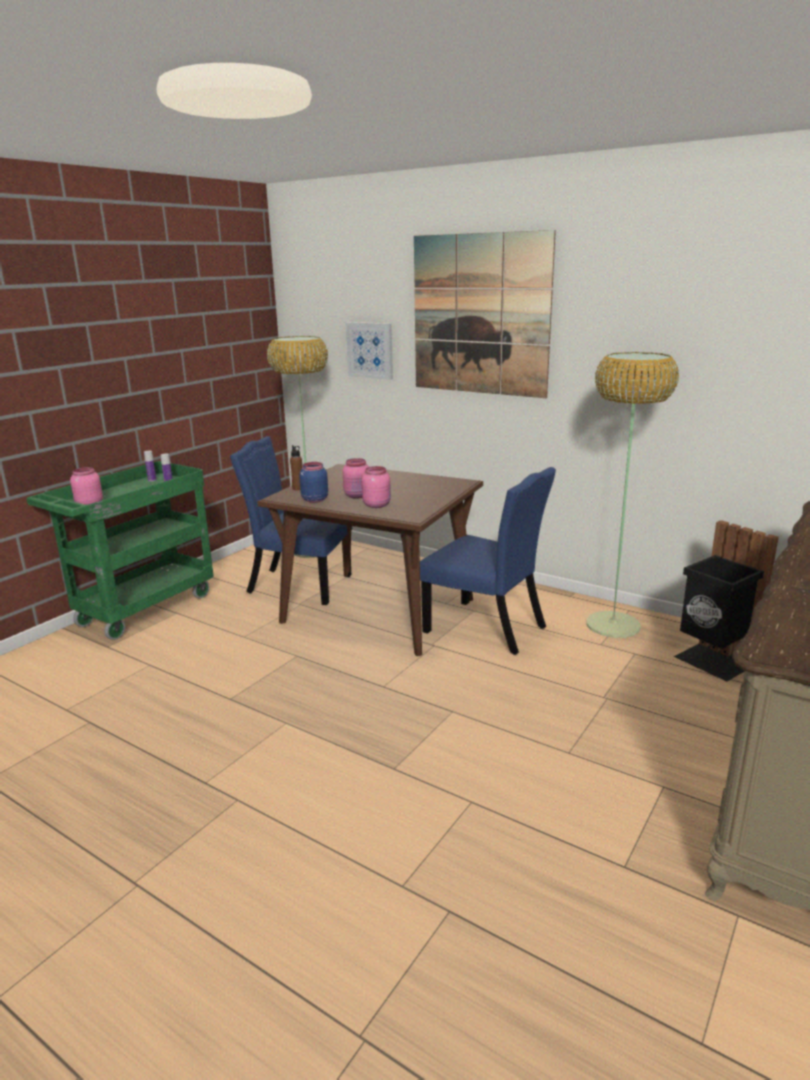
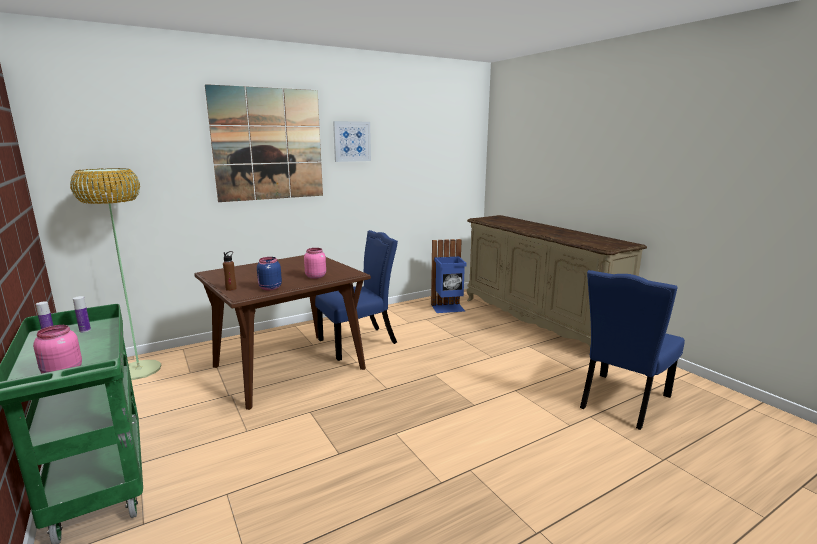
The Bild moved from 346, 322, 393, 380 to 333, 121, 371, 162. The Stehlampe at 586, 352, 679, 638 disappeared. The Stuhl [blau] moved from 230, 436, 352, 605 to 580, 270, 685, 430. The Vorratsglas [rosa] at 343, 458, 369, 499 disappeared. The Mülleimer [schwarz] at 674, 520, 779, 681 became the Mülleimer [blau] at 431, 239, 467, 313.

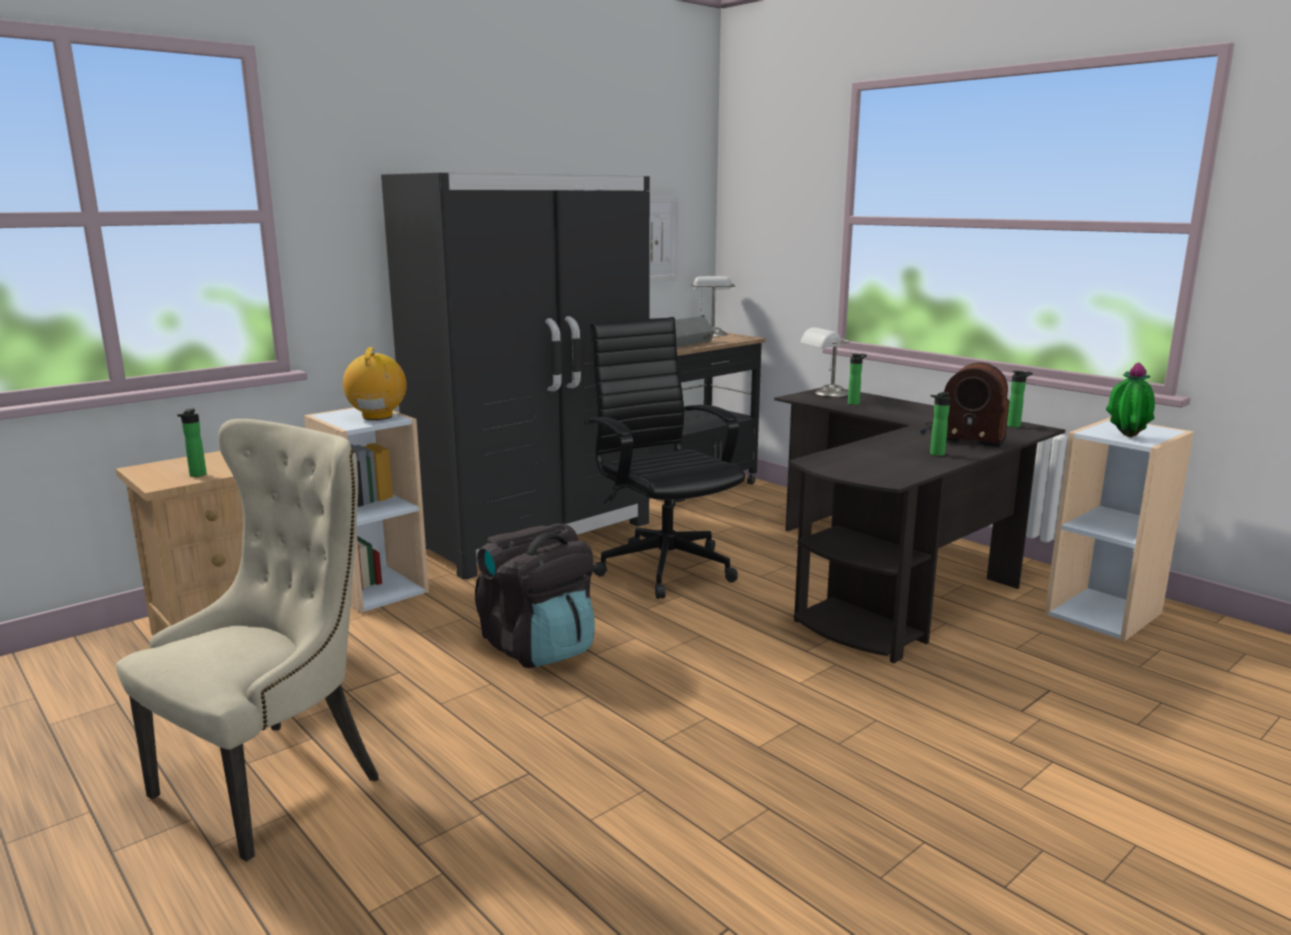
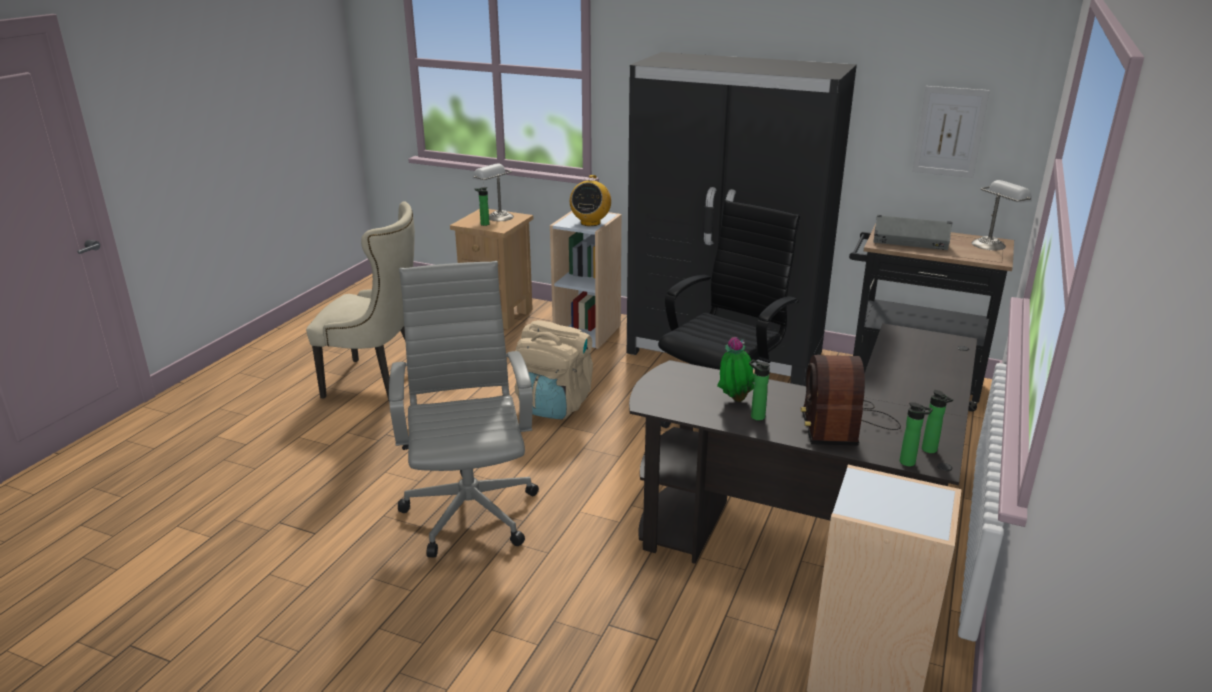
The Tischlampe [weiß] moved from 801, 327, 850, 397 to 472, 163, 514, 221. The Radio at 343, 347, 407, 420 turned 135 degrees clockwise. The Flasche moved from 848, 354, 867, 405 to 900, 402, 933, 466. The Topfpflanze moved from 1106, 363, 1155, 437 to 717, 337, 754, 402. The Rucksack [schwarz] at 475, 523, 595, 668 became the Rucksack [beige] at 515, 320, 593, 419. The Bürostuhl [grau] at 389, 261, 539, 558 appeared.

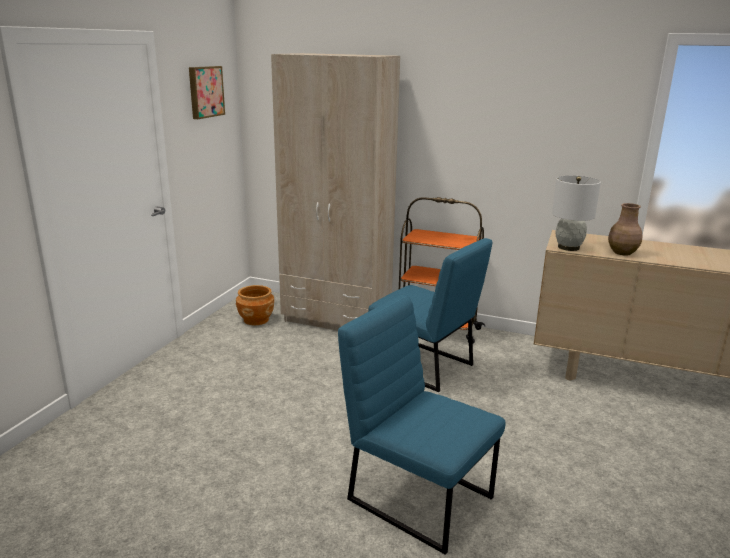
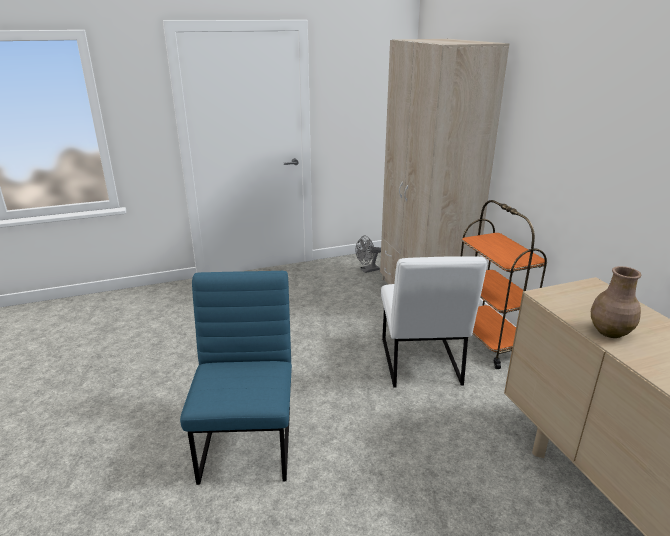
The Bild at 189, 66, 225, 119 disappeared. The Tischlampe [weiß] at 552, 176, 601, 251 disappeared. The Stuhl [blau] at 368, 238, 492, 392 became the Stuhl [weiß] at 381, 256, 487, 388. The Pflanzkübel [braun] at 236, 285, 274, 325 was replaced by the Ventilator [grau] at 355, 235, 381, 273.

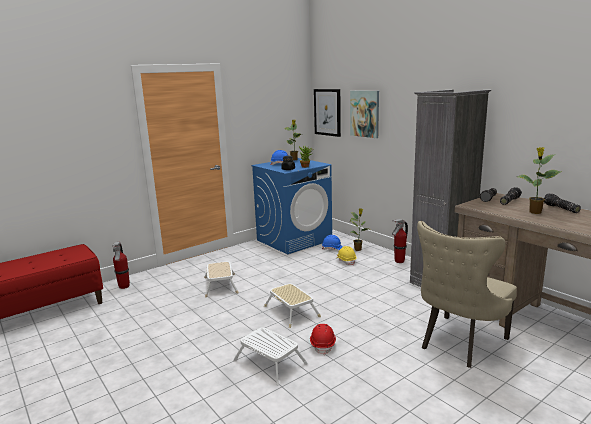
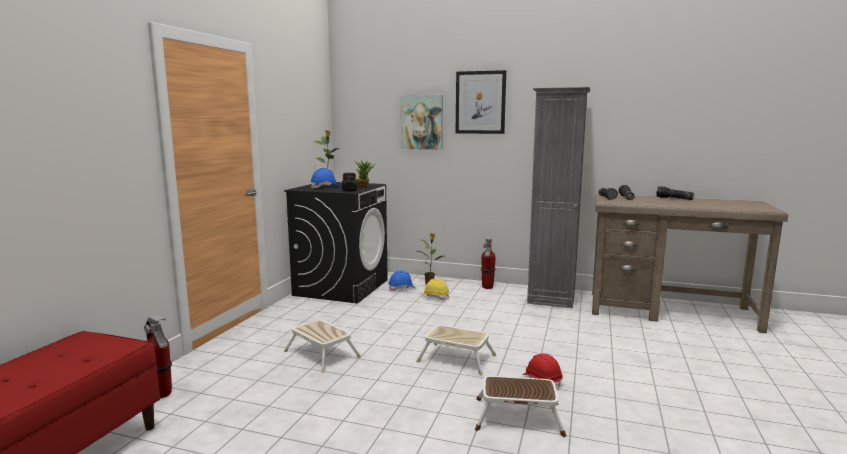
The Bild moved from 314, 89, 341, 137 to 456, 70, 506, 134. The Topfpflanze at 517, 147, 561, 214 disappeared. The Waschmaschine [blau] at 251, 158, 332, 254 became the Waschmaschine [schwarz] at 284, 182, 388, 303. The Stuhl [beige] at 417, 221, 517, 368 disappeared. The Trittleiter [weiß] at 233, 327, 308, 386 became the Trittleiter [braun] at 475, 376, 566, 437.

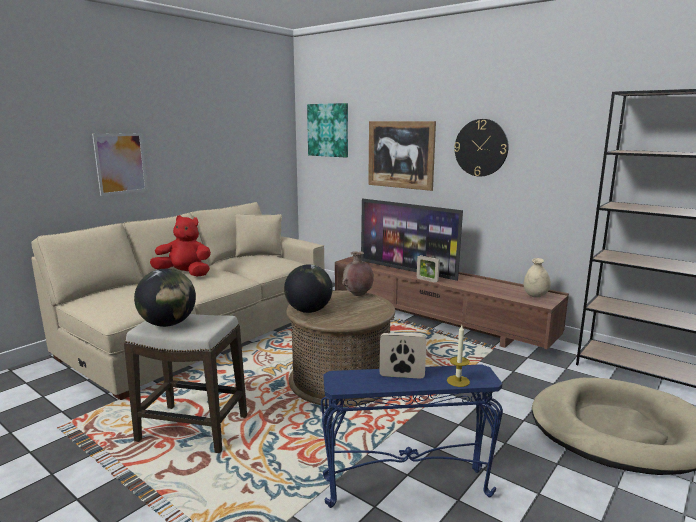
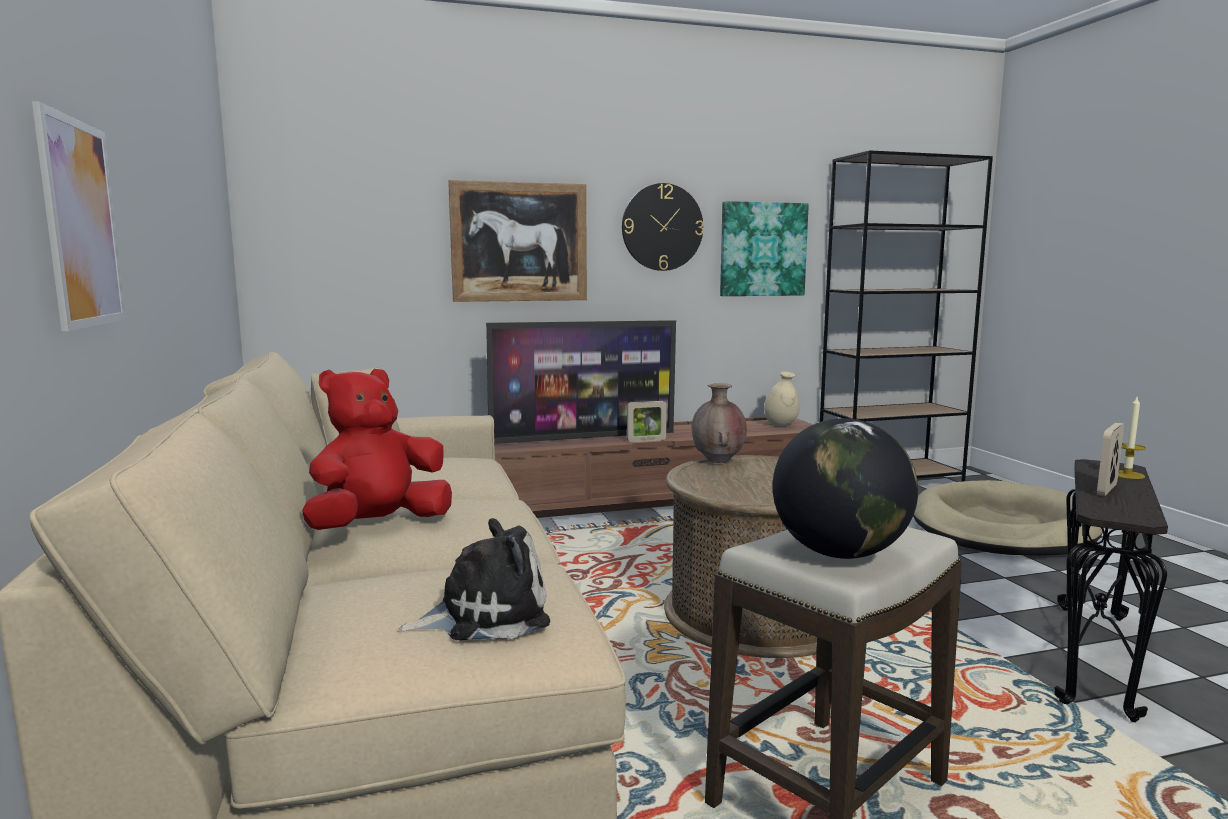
The Bild moved from 307, 103, 348, 158 to 720, 201, 809, 296. The Globus at 284, 264, 333, 313 disappeared. The Beistelltisch [blau] at 321, 364, 503, 508 became the Beistelltisch [schwarz] at 1055, 459, 1168, 722. The Plüschtier at 396, 518, 550, 640 appeared.

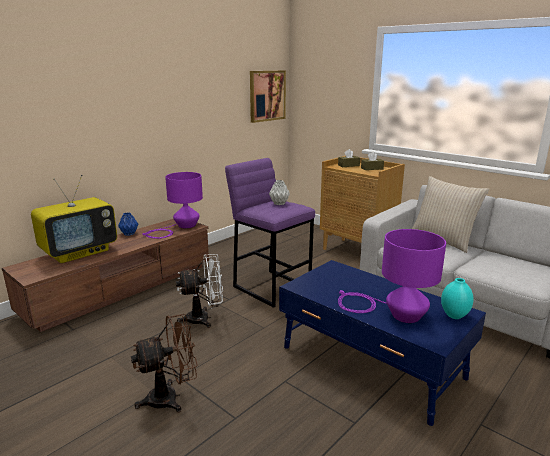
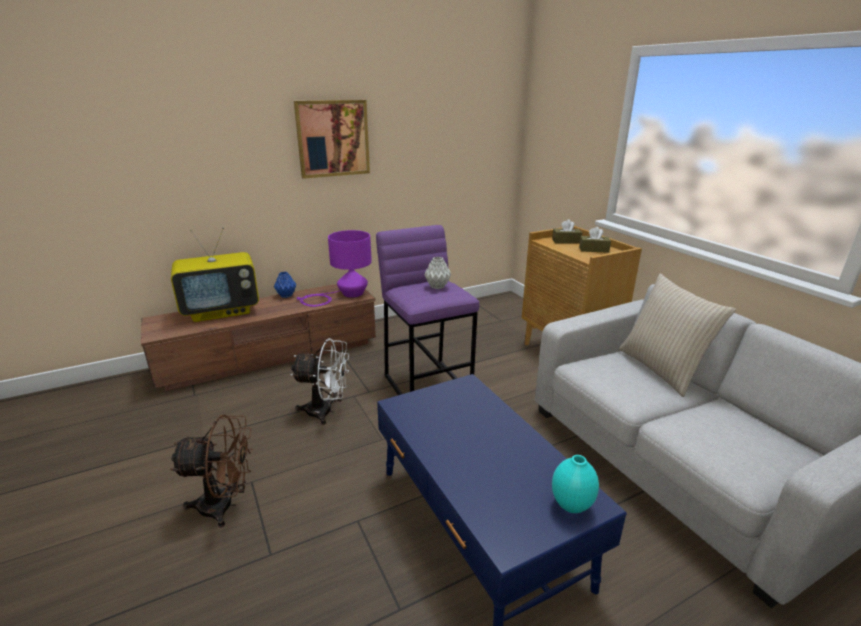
The Bild moved from 250, 70, 286, 123 to 294, 100, 370, 179. The Tischlampe [lila] at 338, 229, 446, 323 disappeared.

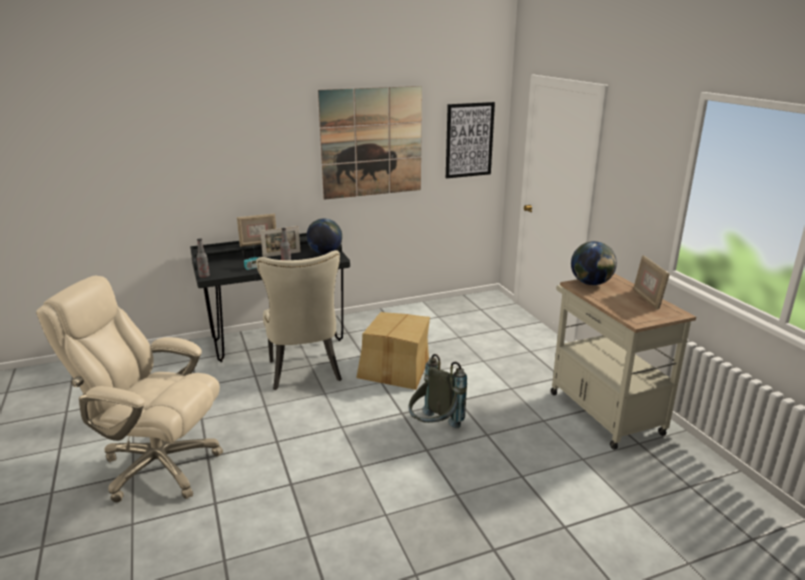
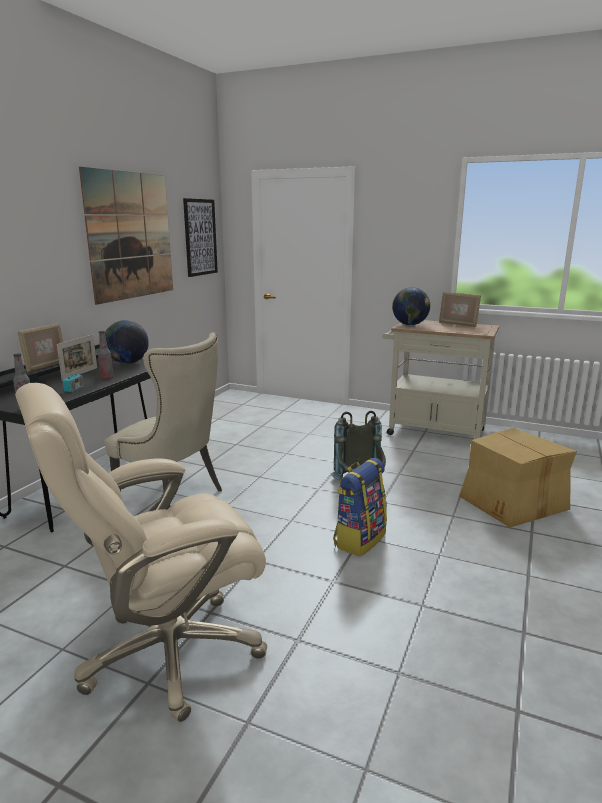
The Karton moved from 356, 312, 430, 390 to 459, 428, 577, 528. The Rucksack at 333, 458, 387, 556 appeared.

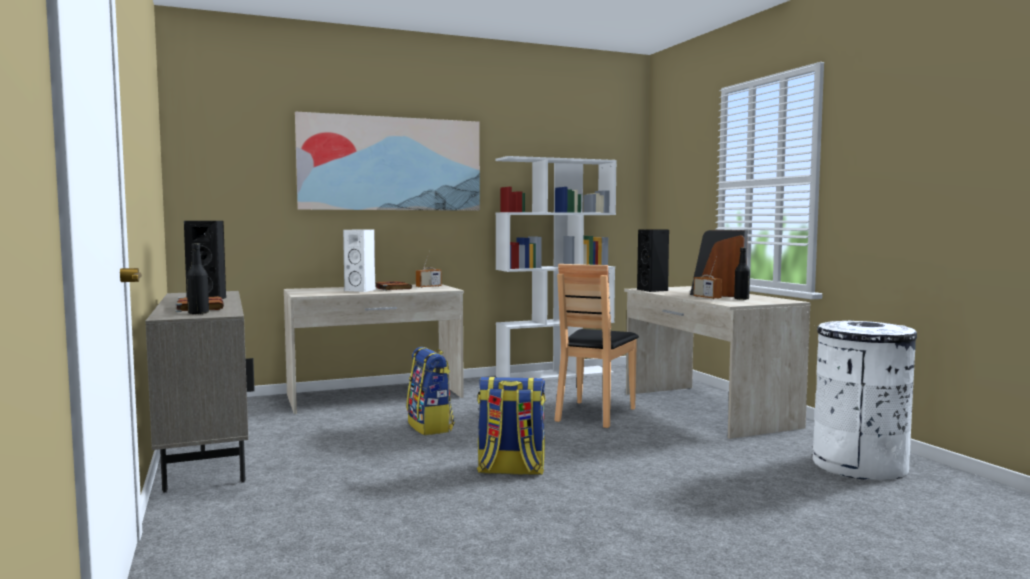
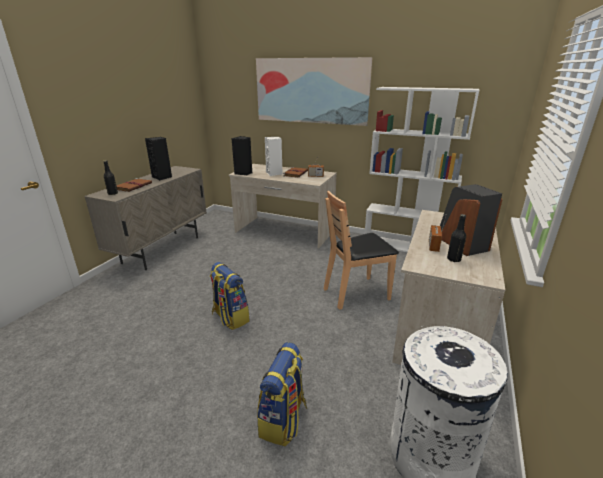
The Lautsprecher [schwarz] moved from 637, 229, 669, 292 to 231, 136, 252, 175. The Rucksack moved from 407, 347, 455, 435 to 257, 342, 307, 447.

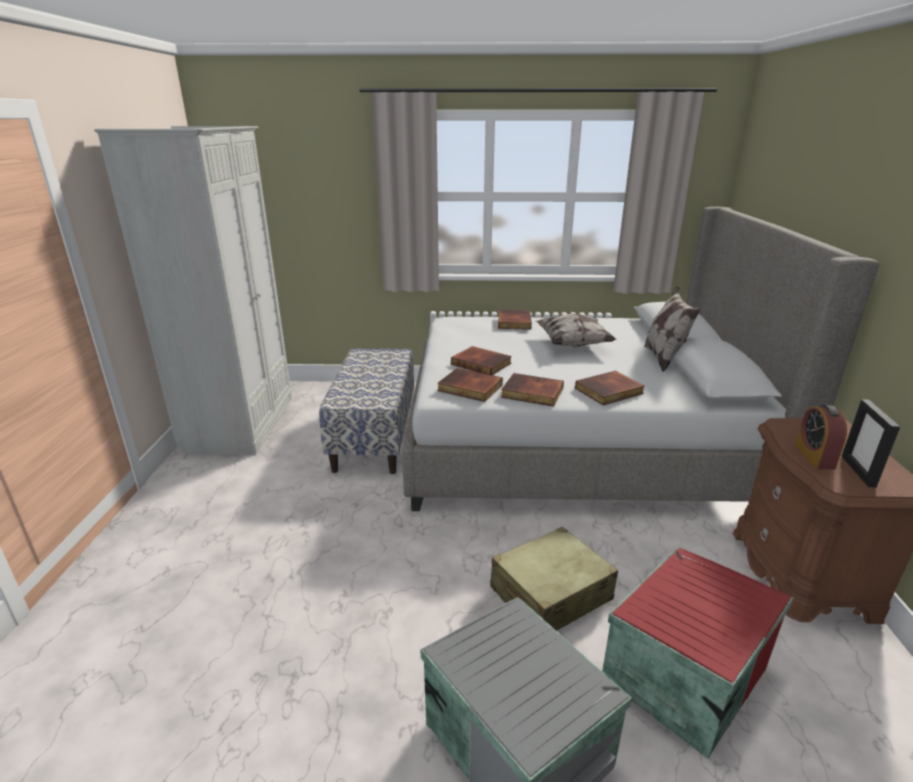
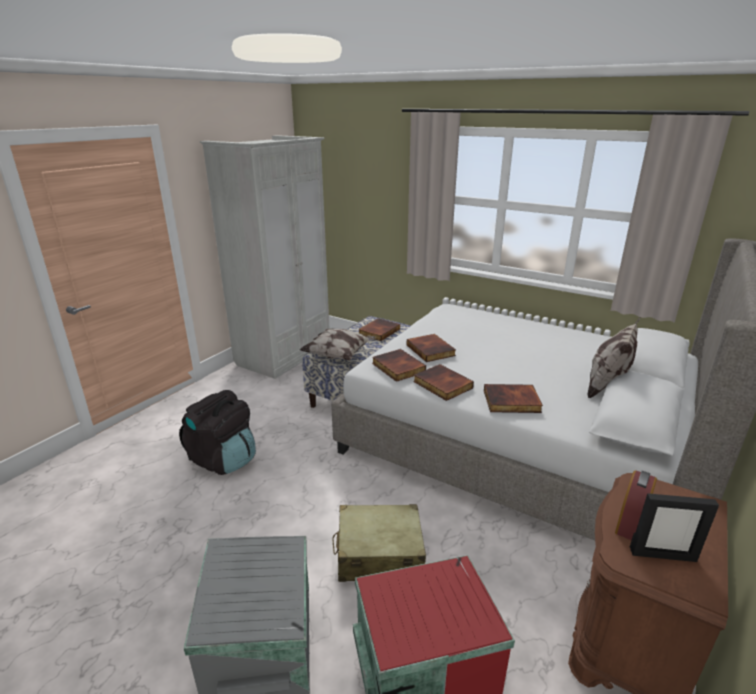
The Buch moved from 498, 309, 532, 330 to 358, 318, 400, 341. The Kissen moved from 536, 314, 617, 348 to 300, 328, 376, 360. The Bilderrahmen at 841, 399, 900, 488 turned 120 degrees counterclockwise. The Rucksack [schwarz] at 179, 390, 256, 475 appeared.

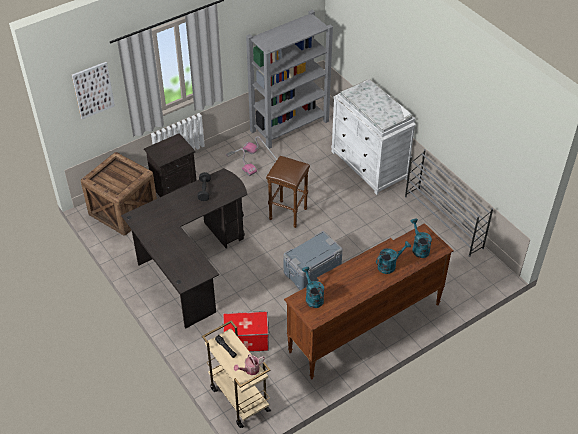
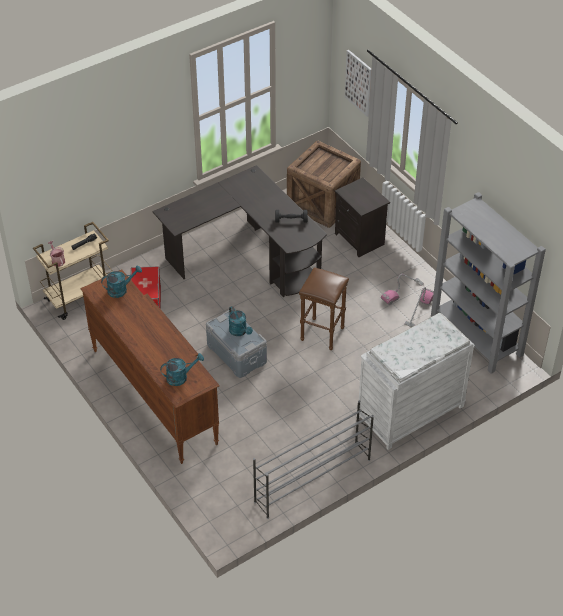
The Gießkanne [türkis] moved from 376, 241, 411, 274 to 229, 306, 253, 336.

